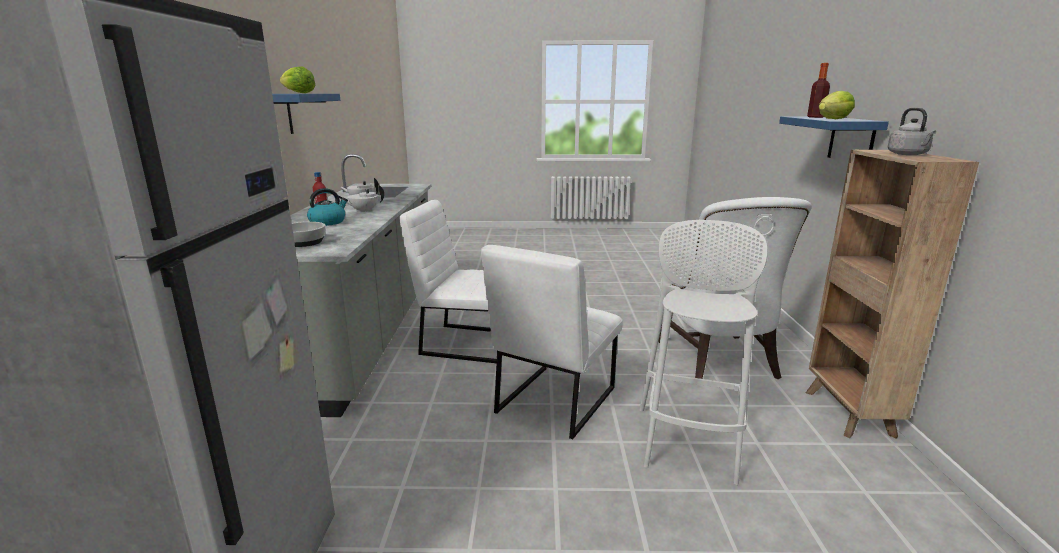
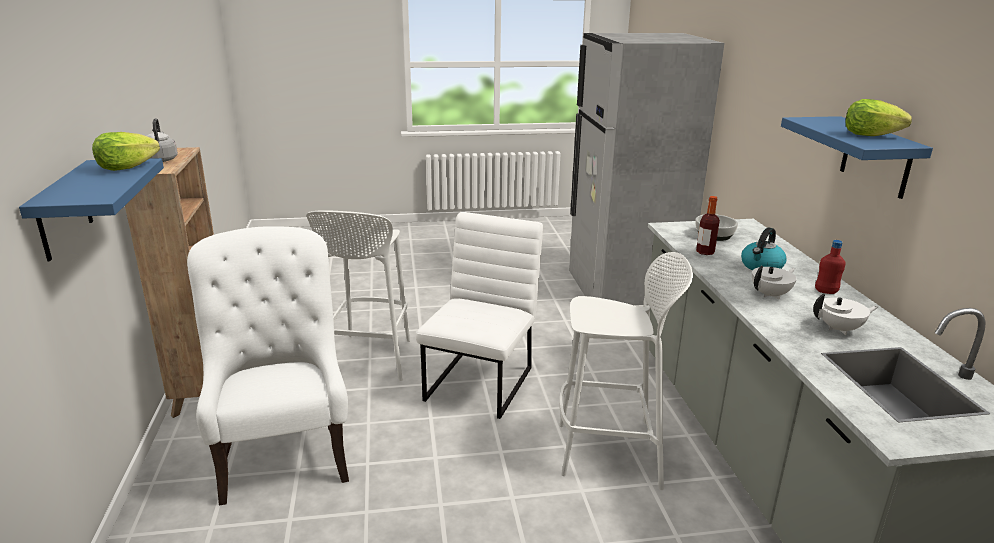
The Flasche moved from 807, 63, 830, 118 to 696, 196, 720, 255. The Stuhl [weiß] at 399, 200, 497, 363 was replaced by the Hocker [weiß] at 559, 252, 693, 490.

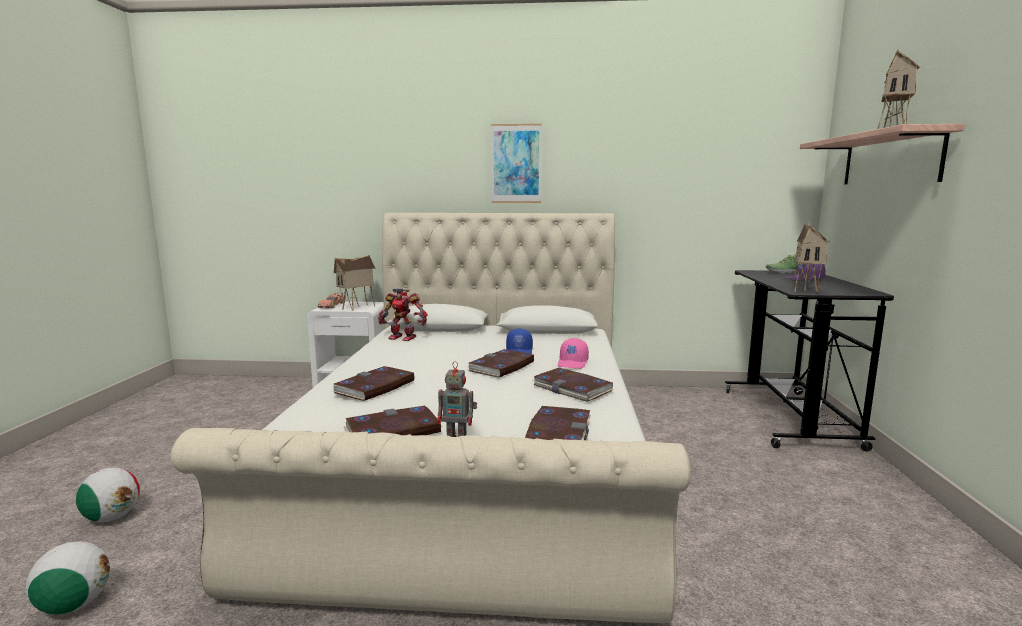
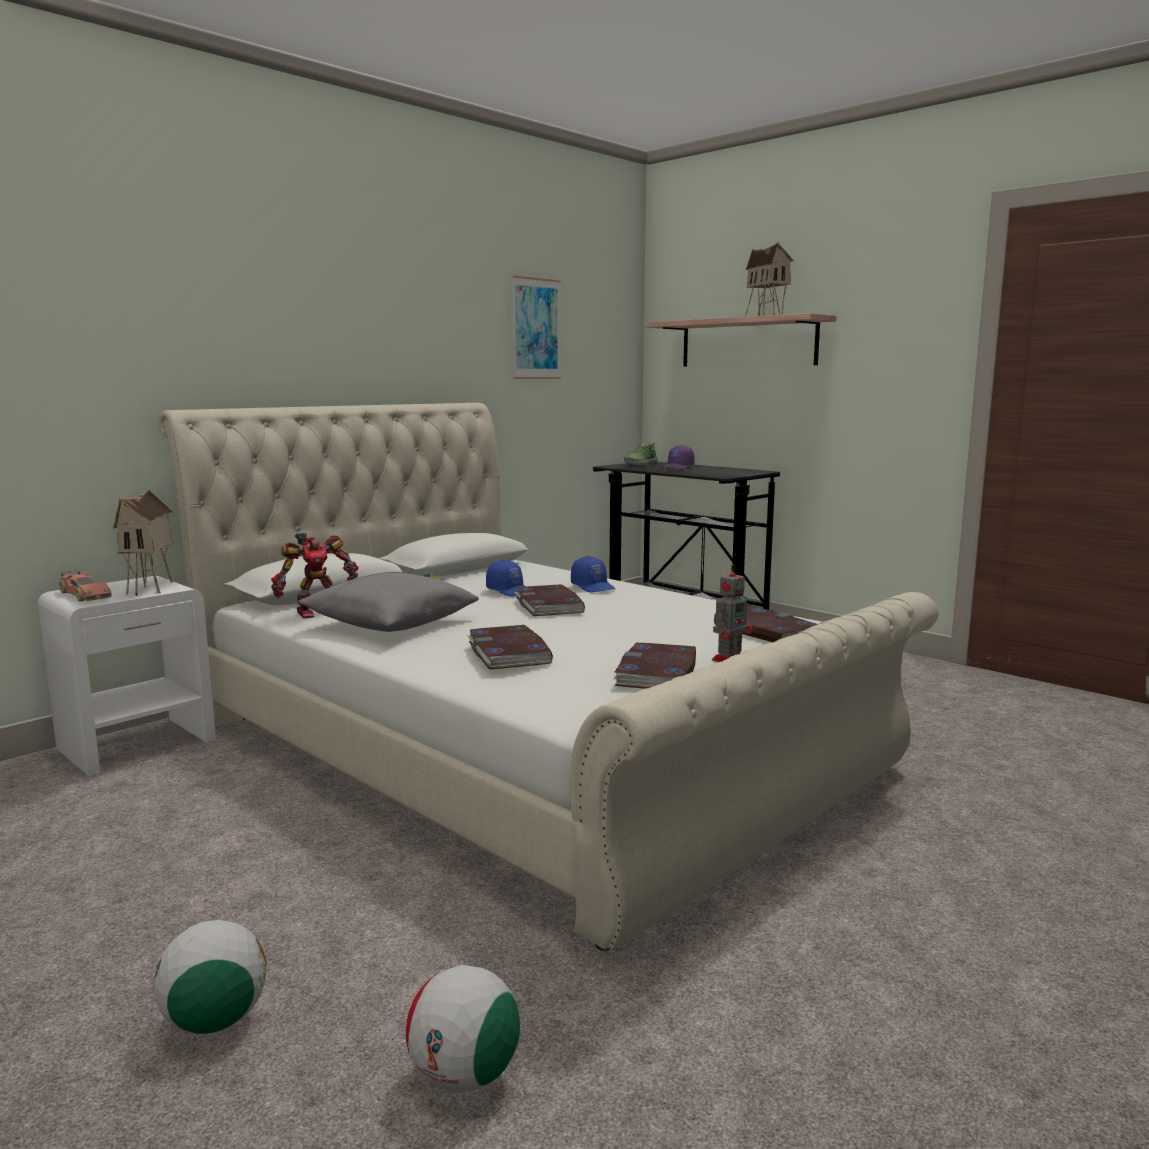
The Bild moved from 491, 124, 542, 203 to 512, 276, 561, 379. The Spielzeughaus at 791, 222, 830, 293 disappeared. The Kappe [rosa] at 558, 338, 589, 369 became the Kappe [blau] at 571, 556, 615, 593. The Buch at 532, 368, 613, 402 disappeared. The Kissen [grau] at 298, 572, 479, 632 appeared.

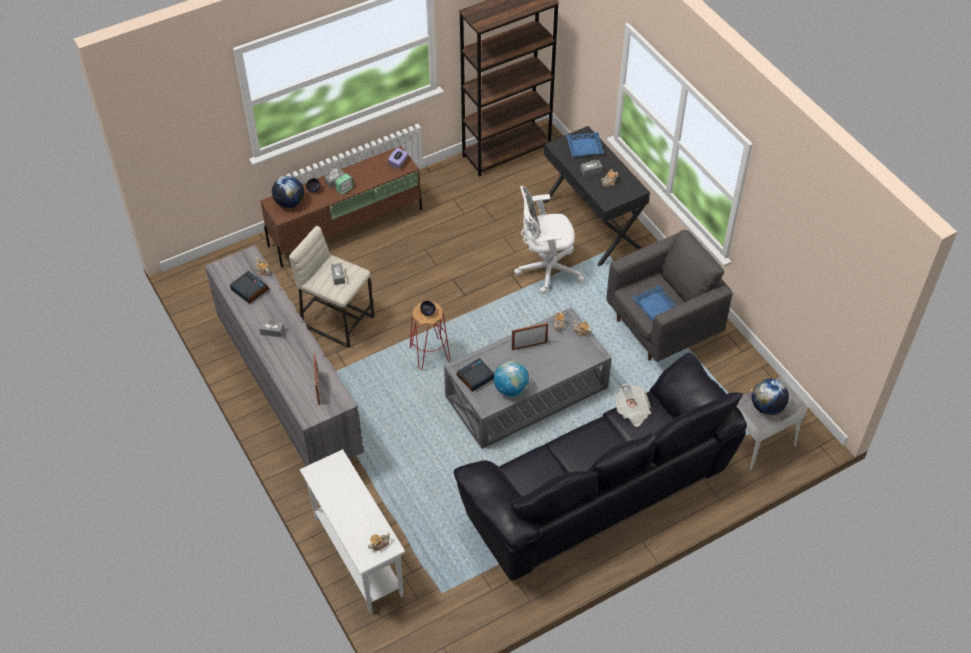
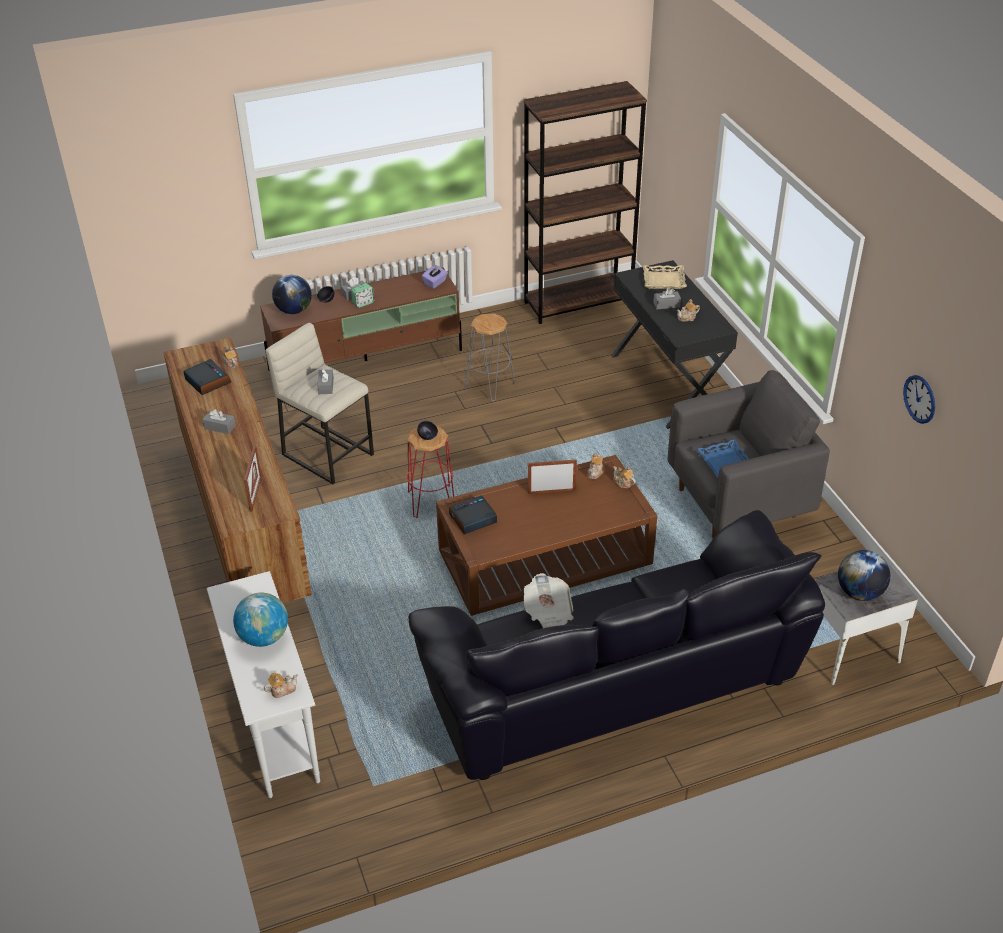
The Tablett [blau] at 566, 132, 604, 157 became the Tablett [beige] at 643, 265, 687, 289. The Bürostuhl [weiß] at 514, 186, 584, 294 disappeared. The Schrank [grau] at 205, 245, 364, 466 became the Schrank [braun] at 163, 337, 312, 603. The Couchtisch [grau] at 444, 307, 612, 449 became the Couchtisch [braun] at 436, 455, 657, 616. The Globus moved from 494, 361, 529, 396 to 233, 593, 288, 647. The Zeitung moved from 615, 383, 651, 427 to 523, 573, 574, 628. The Hocker [grau] at 465, 313, 515, 401 appeared. The Wanduhr at 903, 375, 935, 424 appeared.

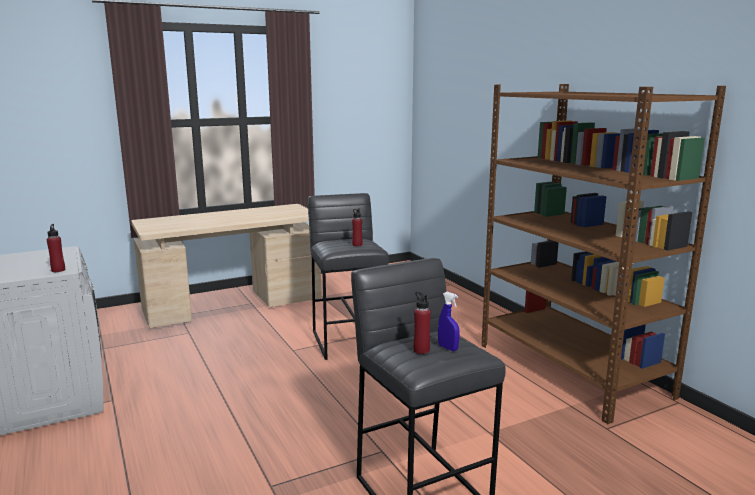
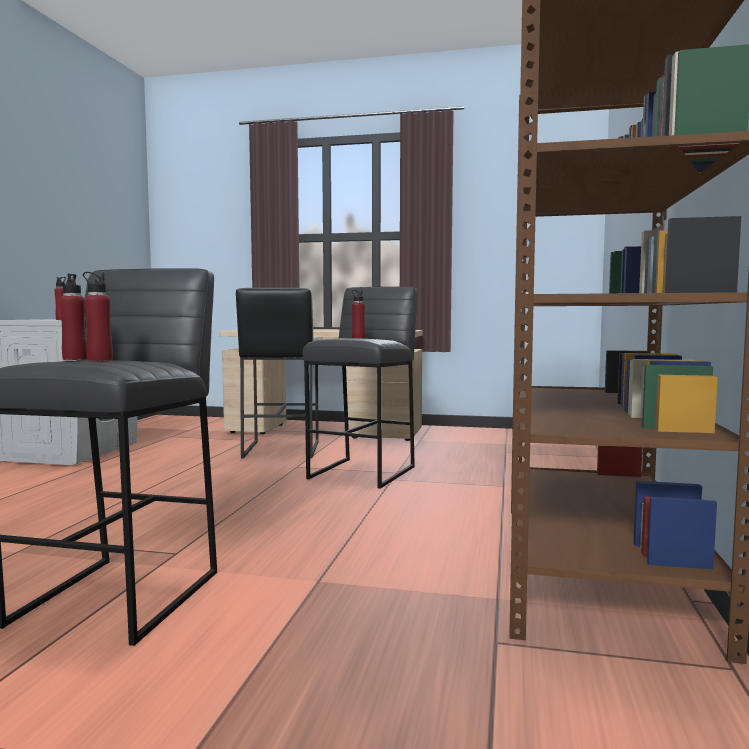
The Sprühflasche [blau] at 438, 292, 460, 351 was replaced by the Flasche [rot] at 83, 272, 113, 361. The Hocker [schwarz] at 236, 288, 319, 458 appeared.

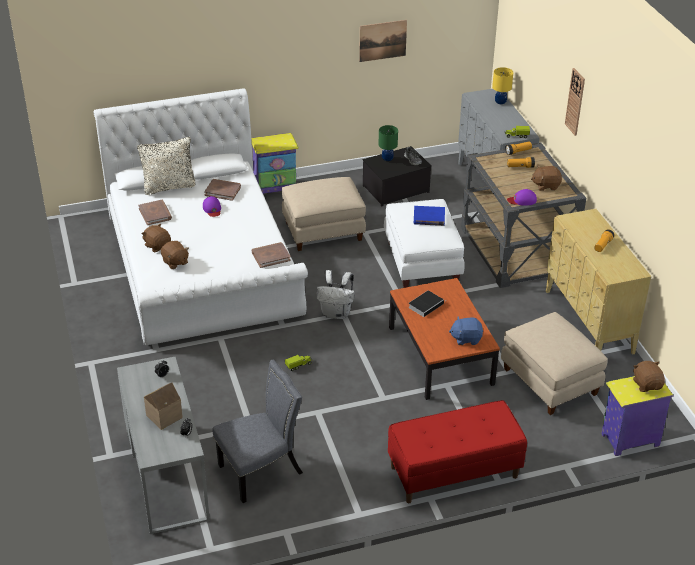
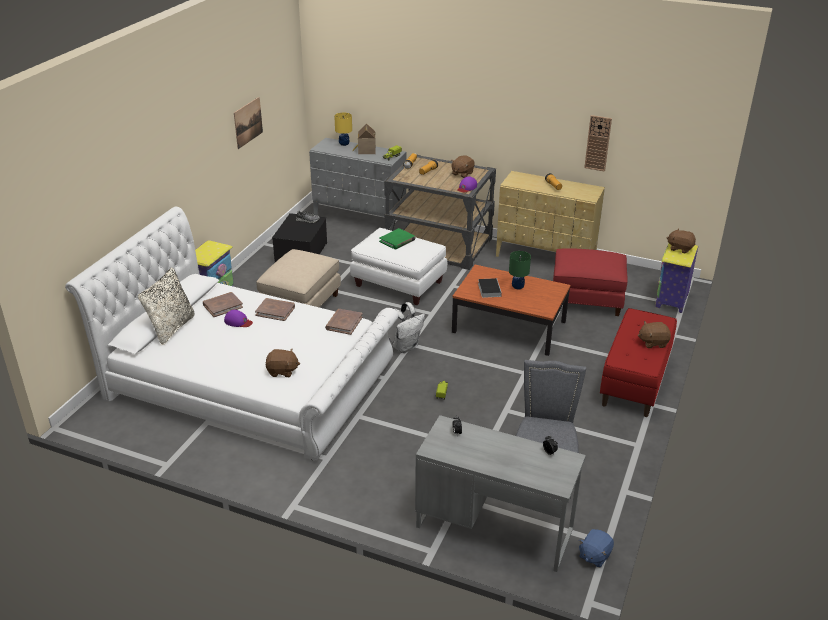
The Wanduhr moved from 565, 68, 585, 136 to 584, 115, 612, 172. The Tischlampe [grün] moved from 378, 125, 398, 161 to 509, 251, 531, 290. The Buch [braun] moved from 138, 200, 172, 225 to 255, 298, 295, 321. The Buch [blau] at 414, 206, 445, 226 became the Buch [grün] at 379, 228, 416, 249. The Plüschtier [braun] moved from 141, 224, 171, 253 to 638, 321, 671, 348. The Polsterhocker [beige] at 501, 312, 608, 415 became the Polsterhocker [rot] at 553, 248, 628, 316. The Plüschtier [blau] moved from 449, 316, 483, 345 to 579, 529, 614, 568. The Spielzeughaus moved from 144, 383, 183, 430 to 353, 123, 376, 154.

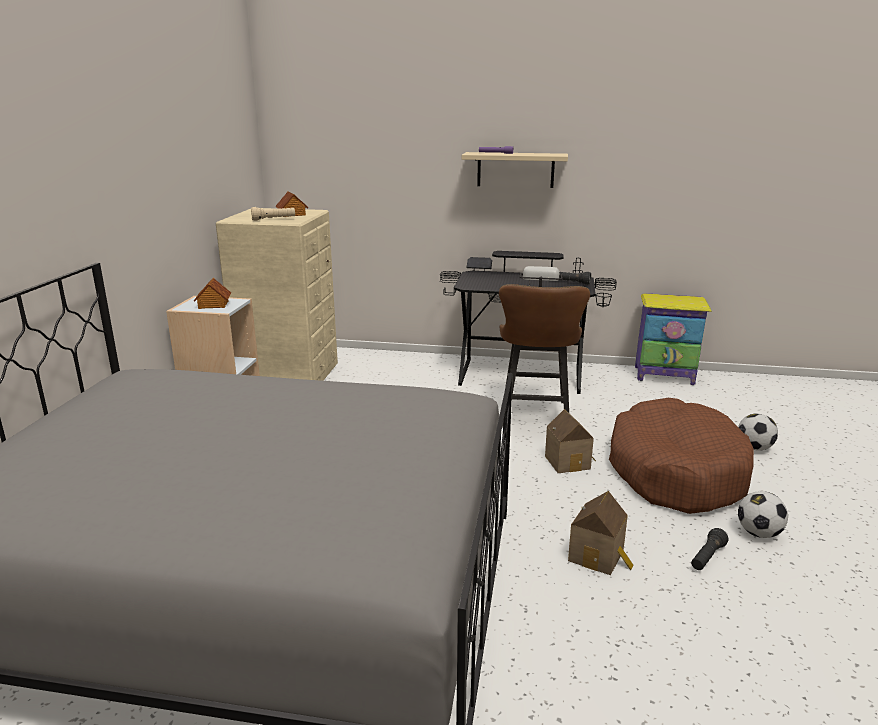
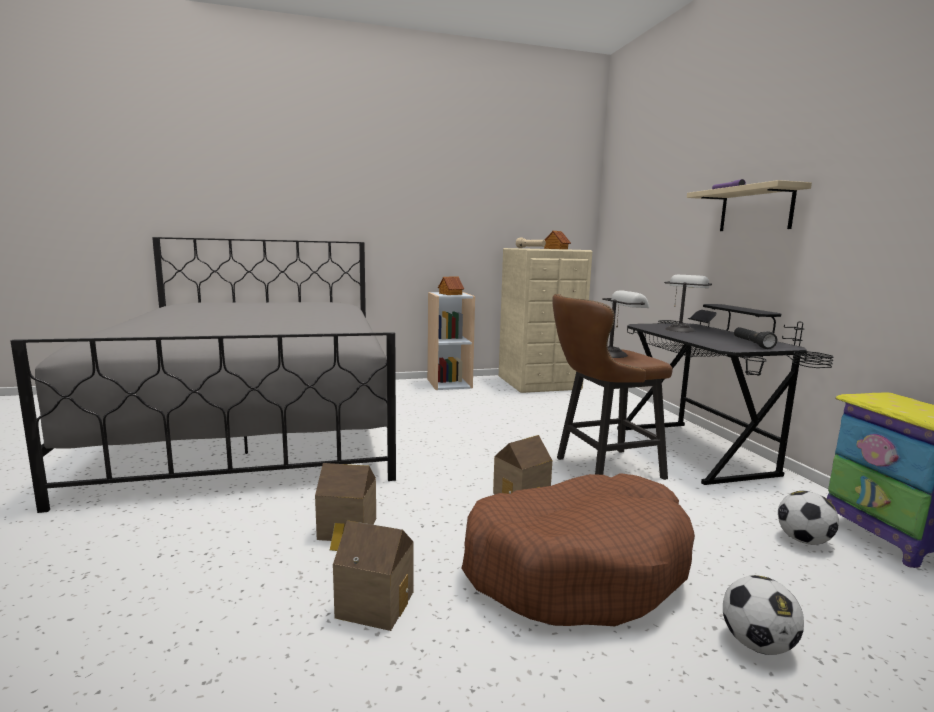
The Fußball moved from 738, 491, 788, 538 to 778, 491, 839, 545. The Taschenlampe [schwarz] at 691, 528, 728, 570 was replaced by the Spielzeughaus at 333, 520, 414, 631. The Tischlampe at 664, 275, 712, 332 appeared.

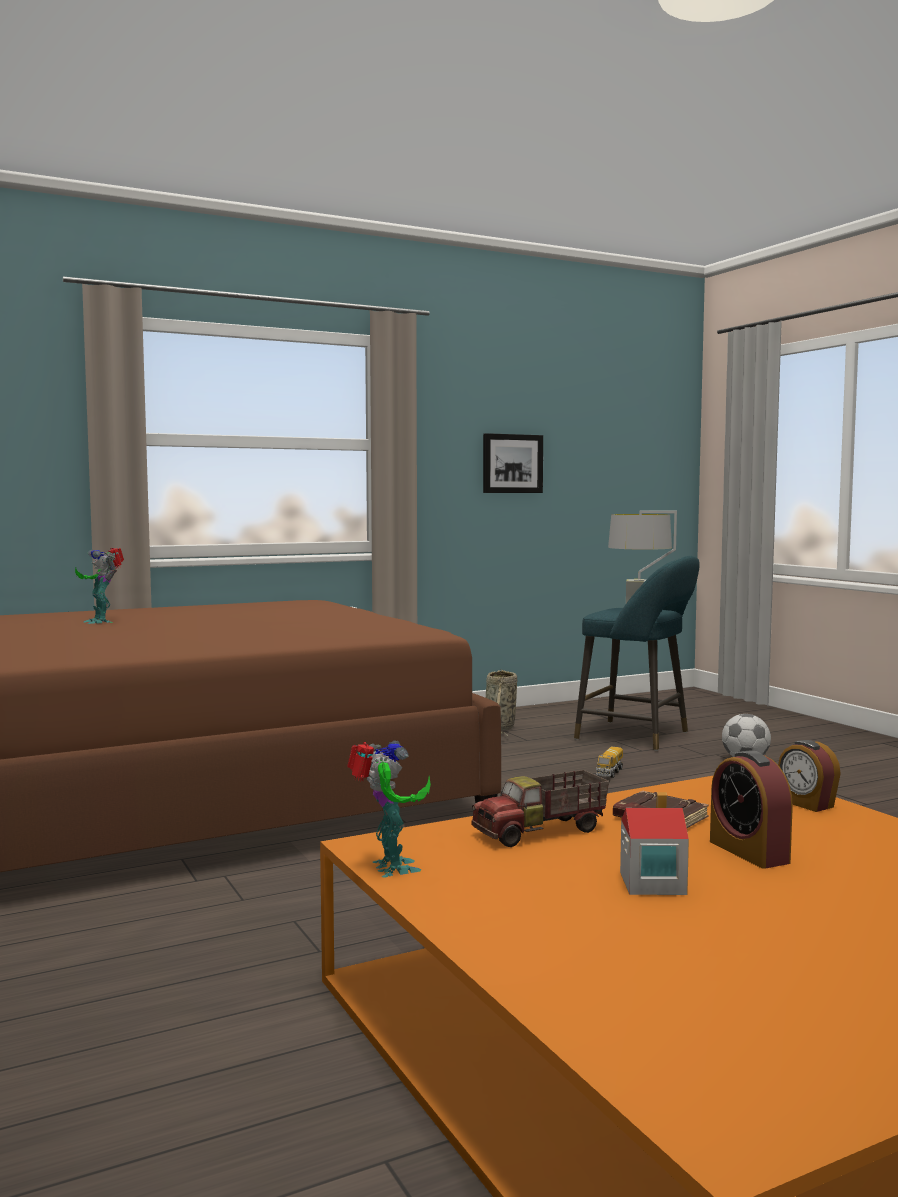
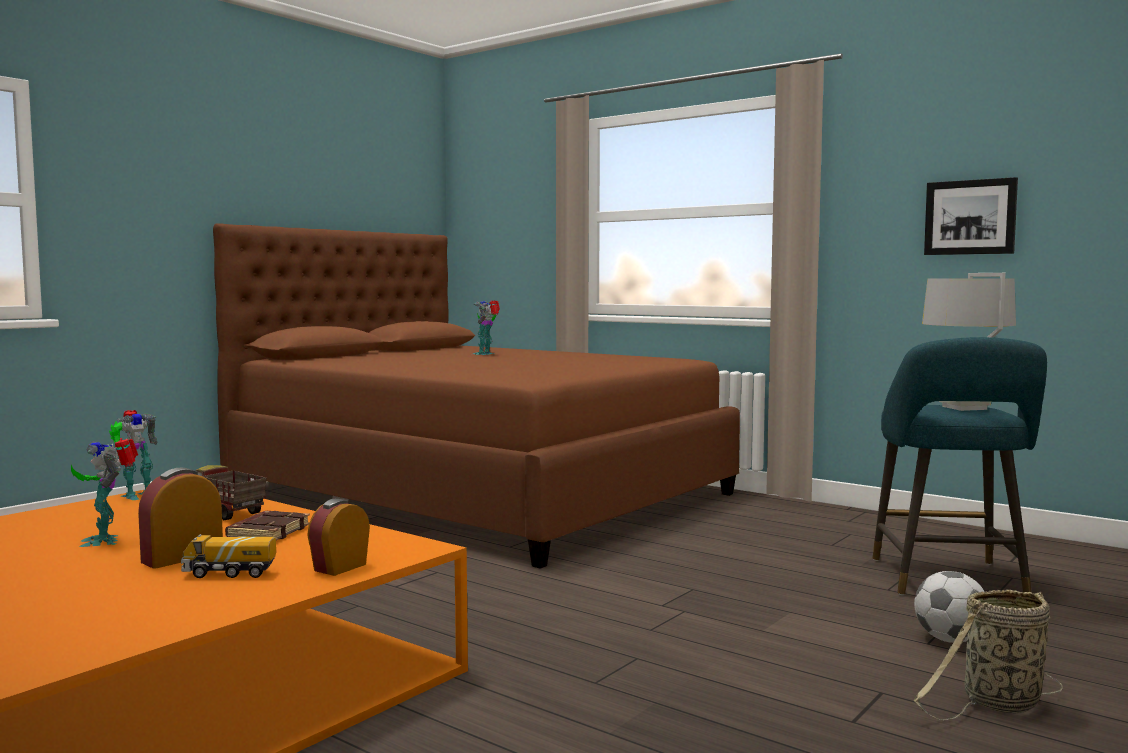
The Korb moved from 486, 669, 517, 736 to 914, 590, 1063, 720. The Spielzeuglaster moved from 596, 746, 623, 778 to 181, 534, 276, 578. The Spielzeughaus at 620, 792, 689, 895 was replaced by the Spielzeugroboter at 71, 438, 138, 547.

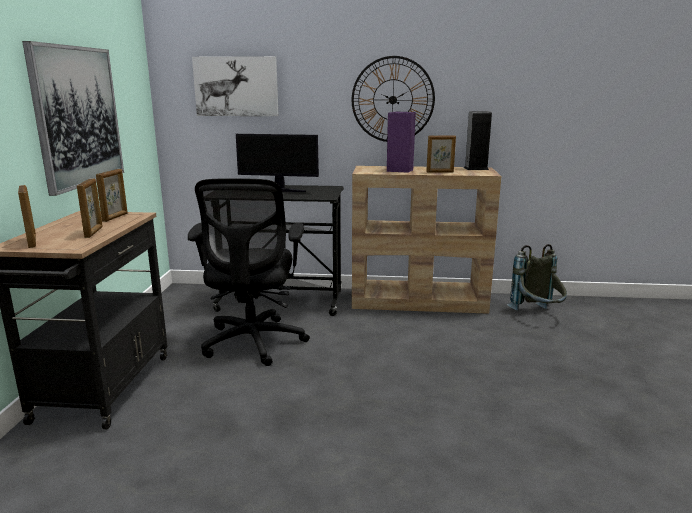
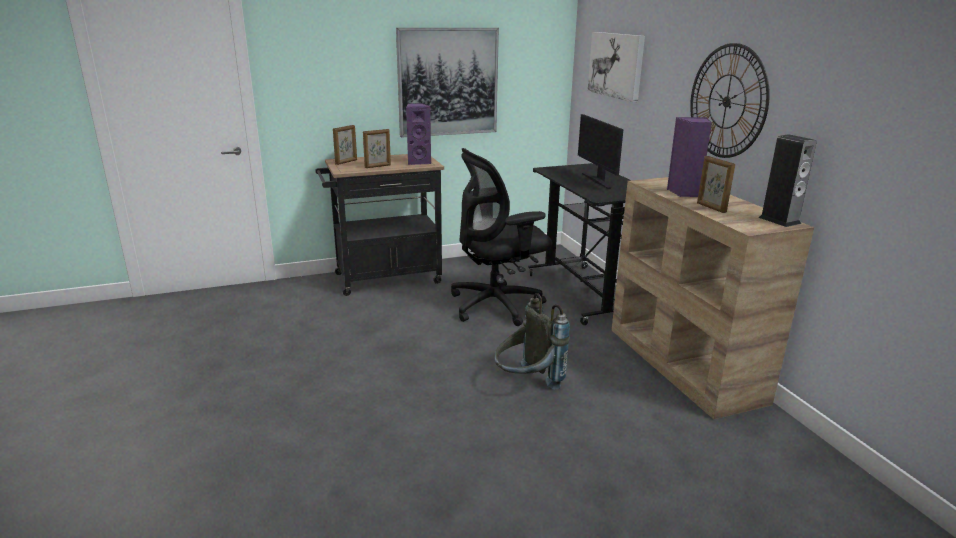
The Bilderrahmen at 96, 169, 128, 222 was replaced by the Lautsprecher [lila] at 406, 103, 431, 165. The Rucksack [grau] moved from 507, 244, 567, 311 to 494, 293, 570, 390.

